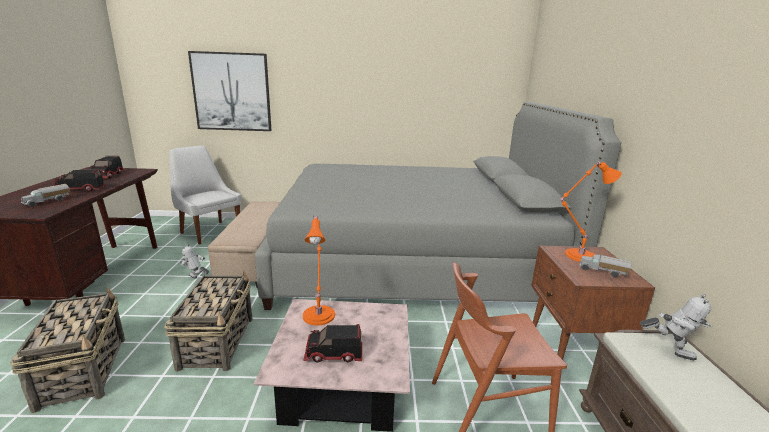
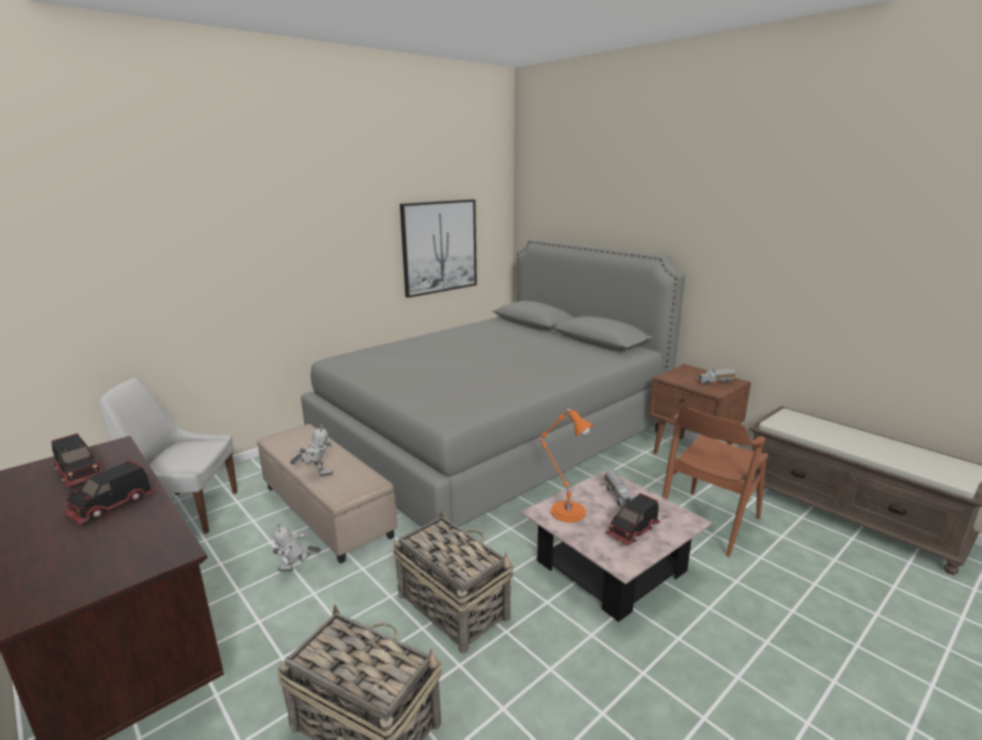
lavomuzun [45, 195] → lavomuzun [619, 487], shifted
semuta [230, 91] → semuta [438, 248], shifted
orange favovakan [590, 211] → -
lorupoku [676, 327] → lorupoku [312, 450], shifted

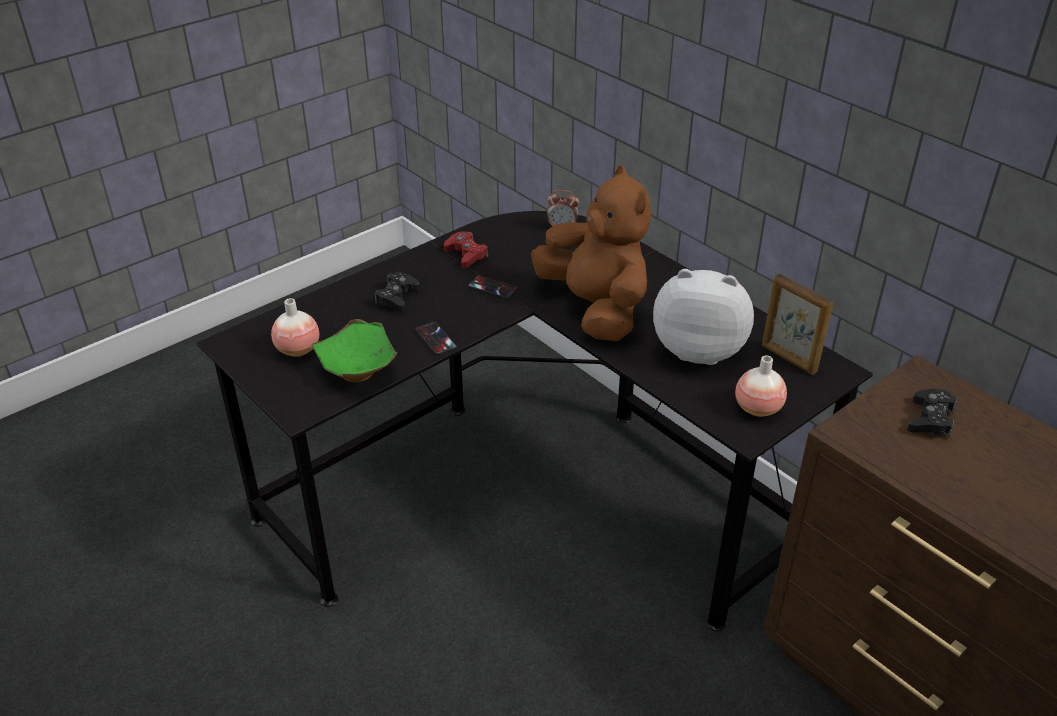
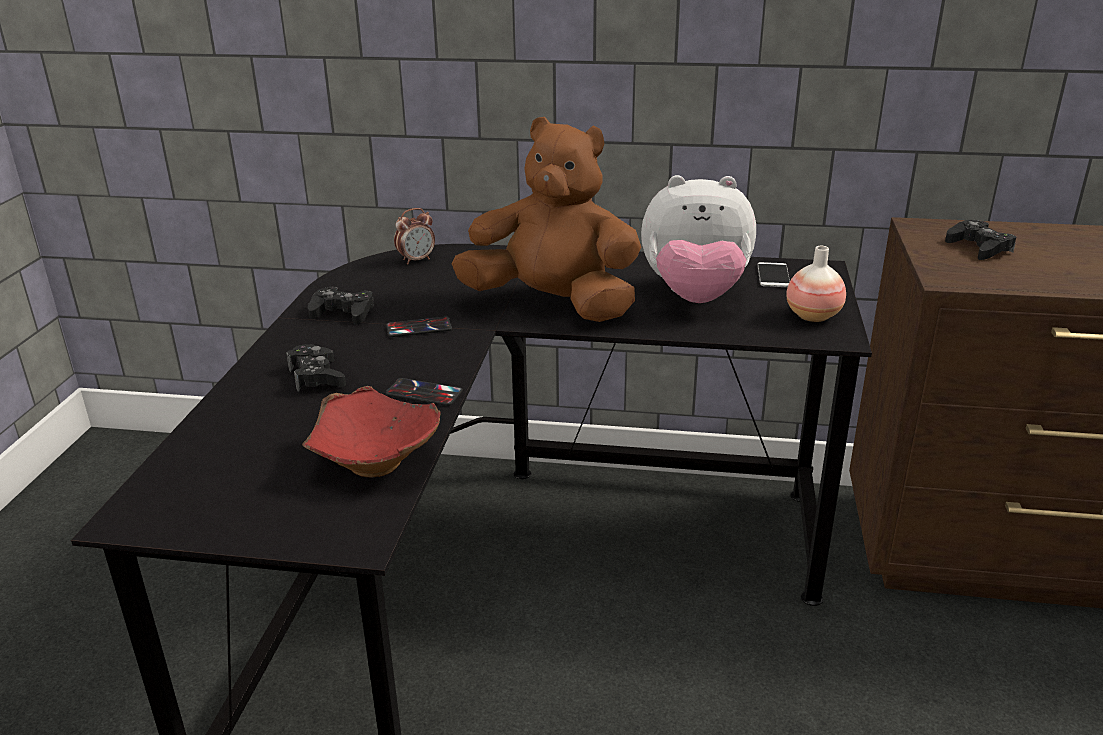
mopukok [295, 327] → -
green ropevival [354, 350] → red ropevival [371, 431]
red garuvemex [466, 249] → black garuvemex [341, 306]
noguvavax [703, 317] → noguvavax [698, 239], 150 degrees counterclockwise
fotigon [797, 324] → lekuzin [774, 274]

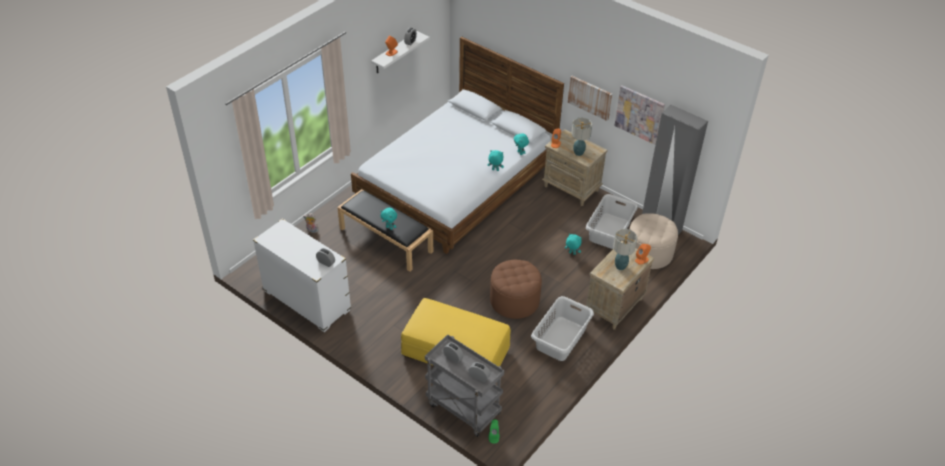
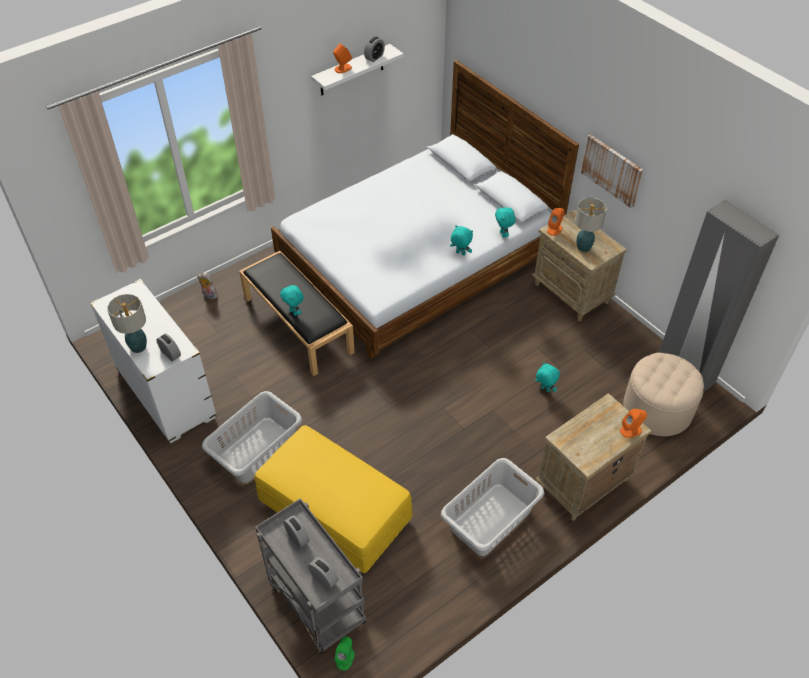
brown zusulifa [516, 289] → -
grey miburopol [612, 221] → grey miburopol [252, 437], shifted
favovakan [625, 249] → favovakan [127, 323], shifted
semuta [639, 115] → -

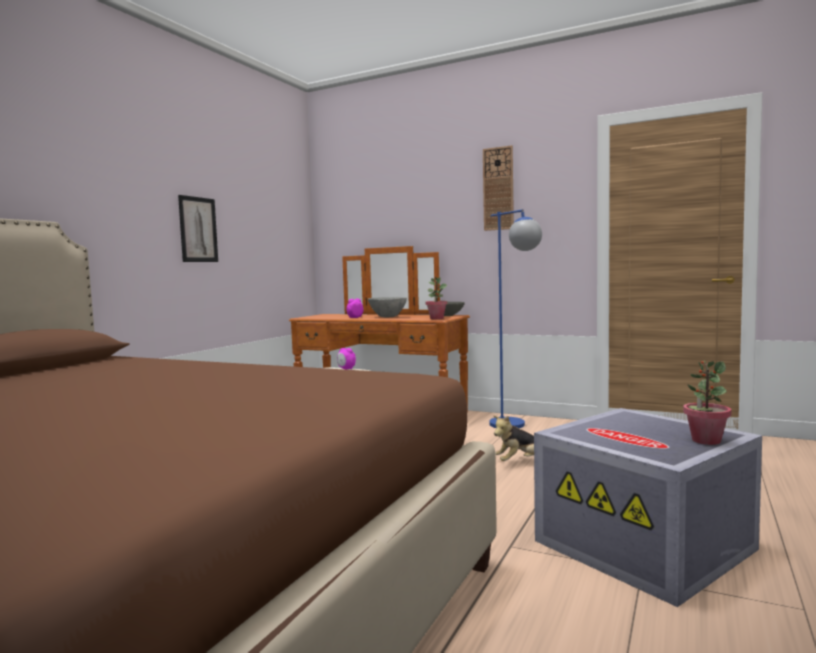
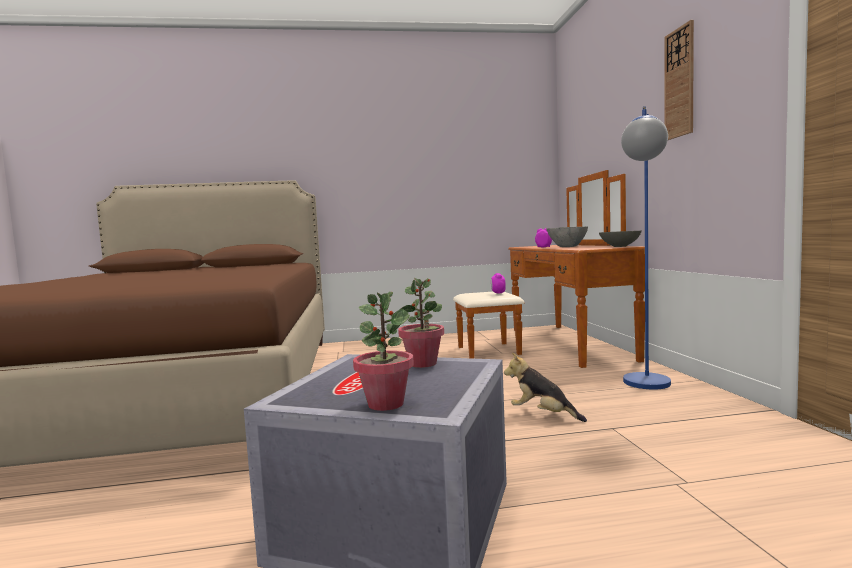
semuta [198, 228] → -
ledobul [436, 298] → ledobul [421, 323], shifted

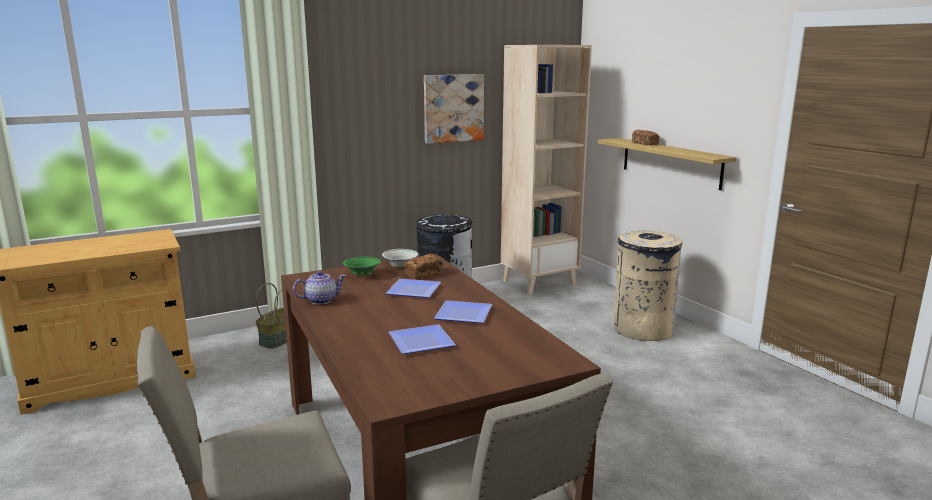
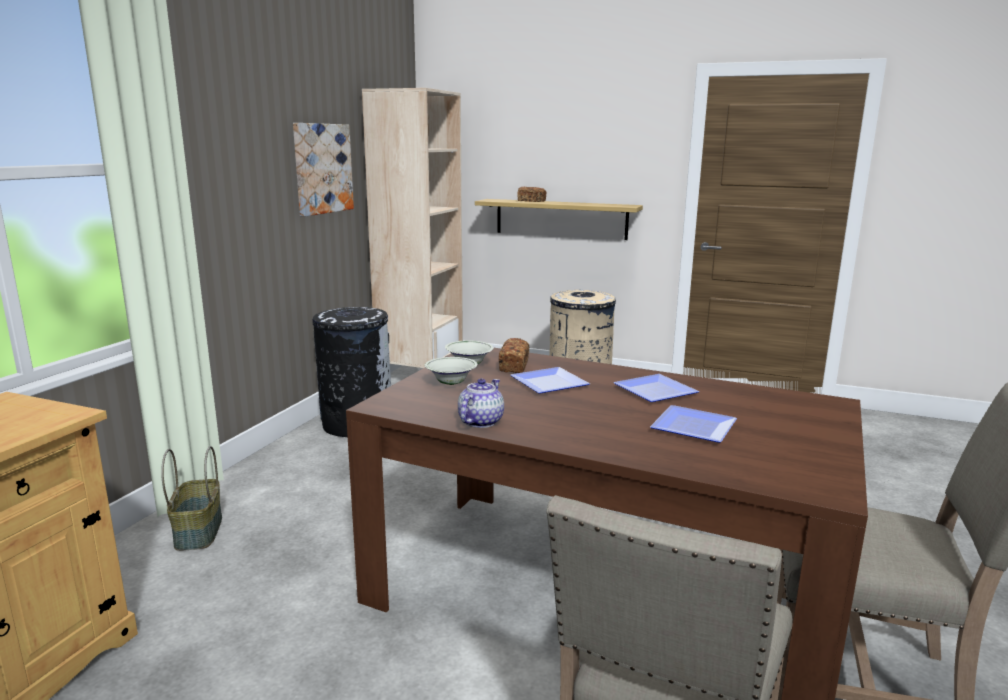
green ropevival [362, 267] → white ropevival [451, 371]

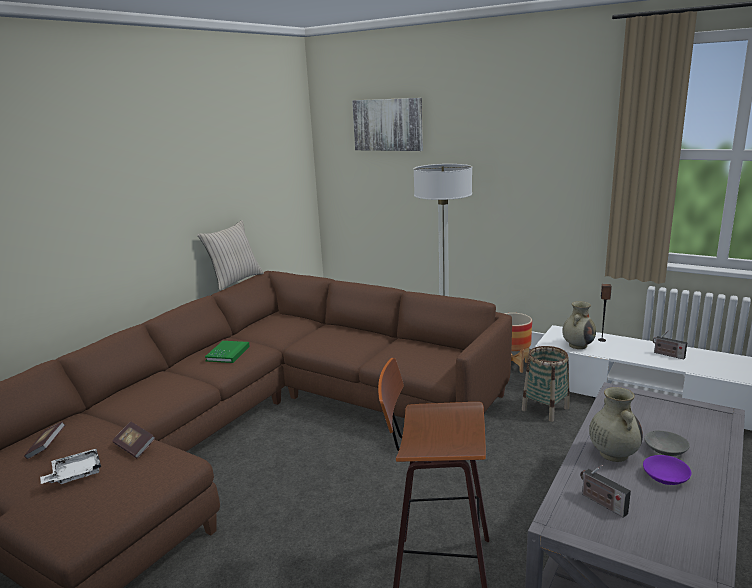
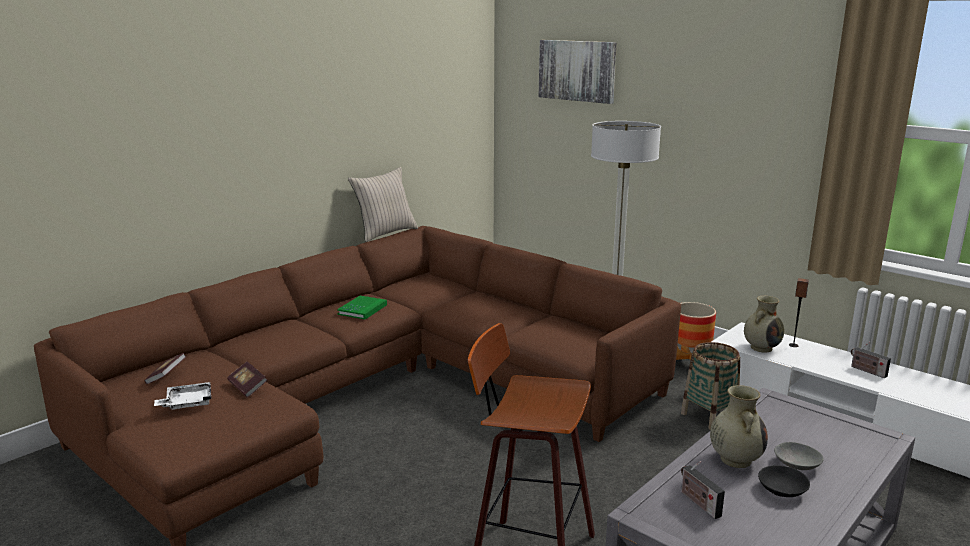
purple ropevival [667, 470] → black ropevival [784, 481]

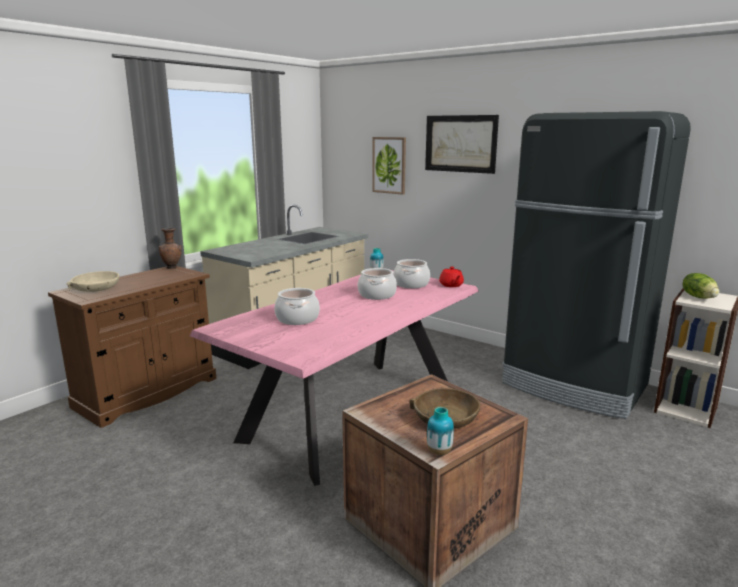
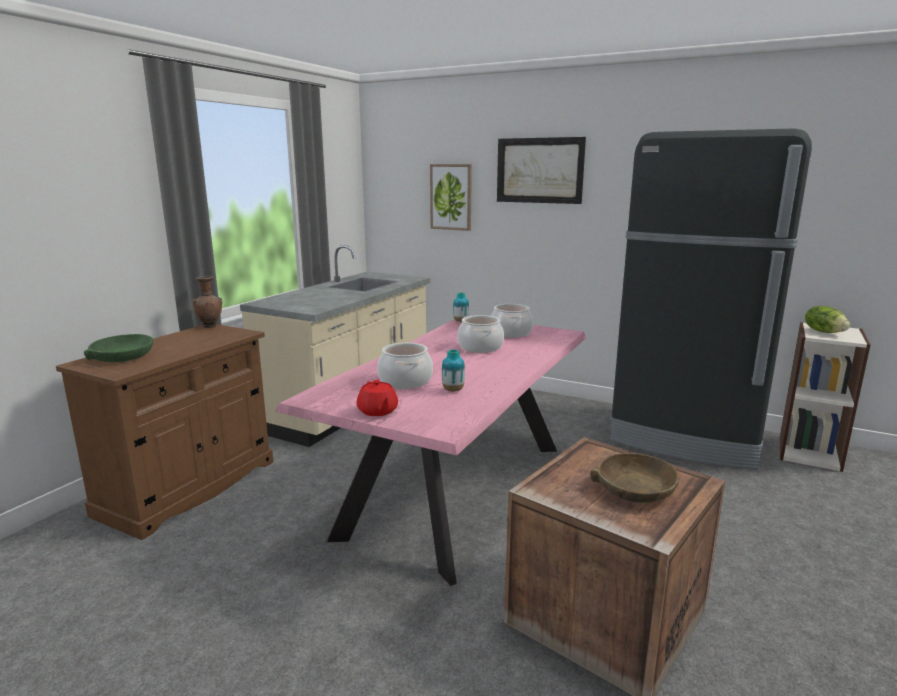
beige ropevival [93, 281] → green ropevival [118, 348]
mopukok [440, 431] → mopukok [453, 370], shifted
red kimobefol [451, 277] → red kimobefol [377, 398], shifted

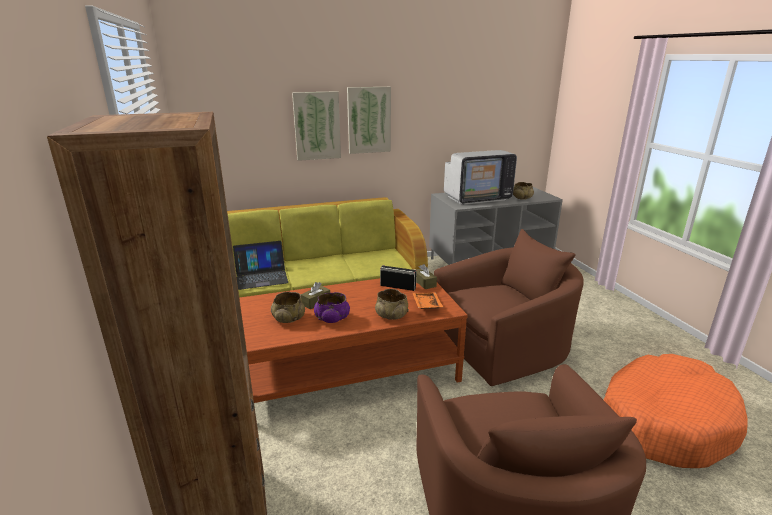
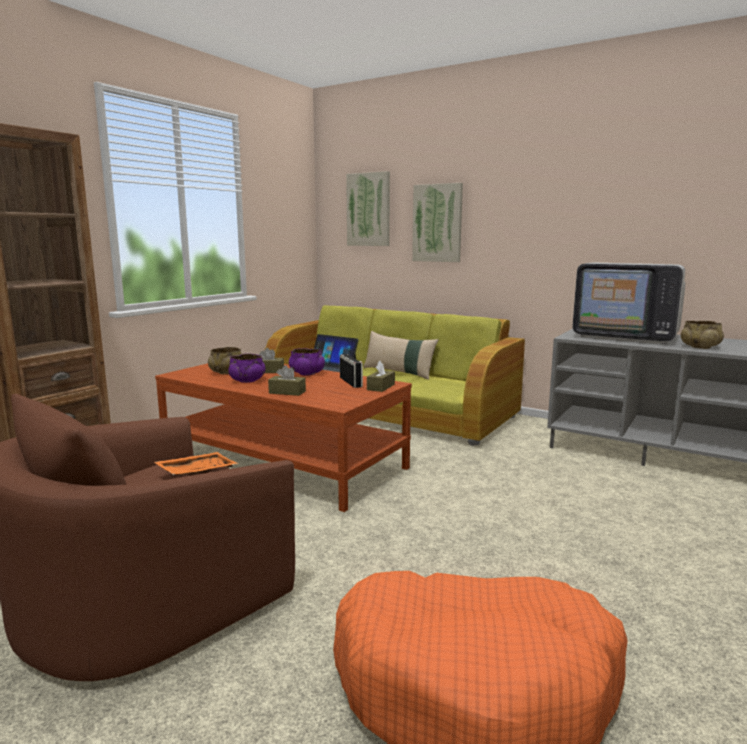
semuta [369, 120] → semuta [368, 208], shifted
beige ropevival [392, 304] → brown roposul [287, 380]
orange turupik [428, 300] → orange turupik [196, 464], shifted
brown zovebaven [509, 307] → -
- → purple ropevival [307, 362]
- → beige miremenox [401, 355]

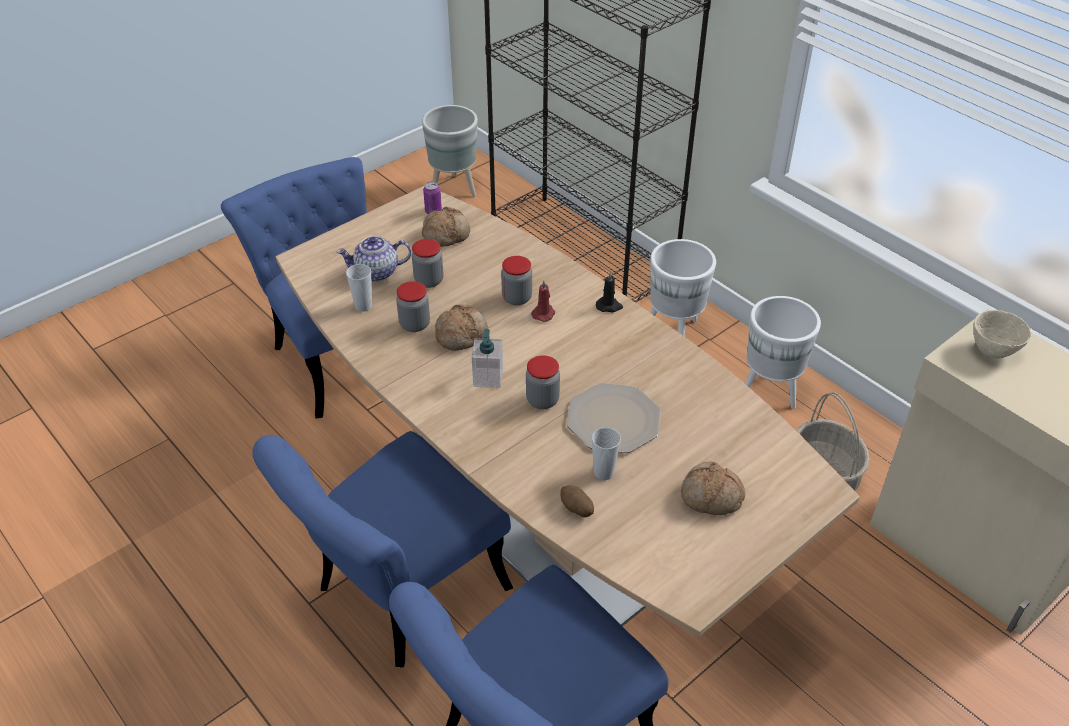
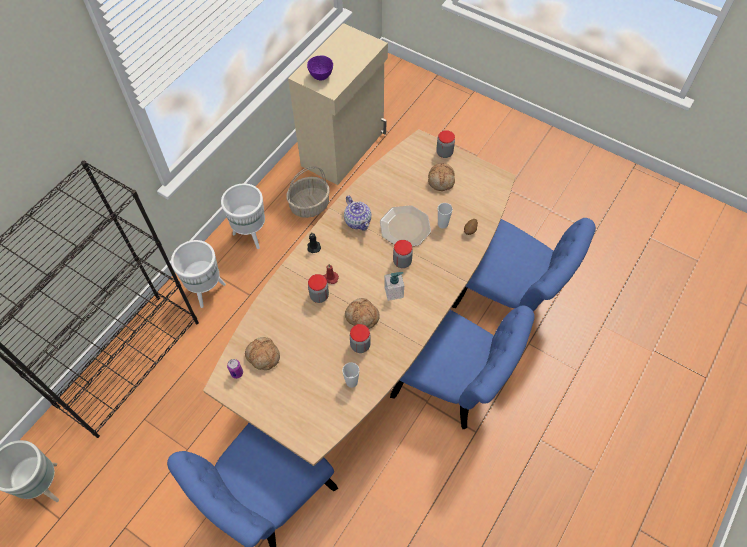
kimobefol [374, 259] → kimobefol [357, 213], shifted
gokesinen [428, 263] → gokesinen [445, 144], shifted
beige ropevival [1002, 334] → purple ropevival [320, 67]

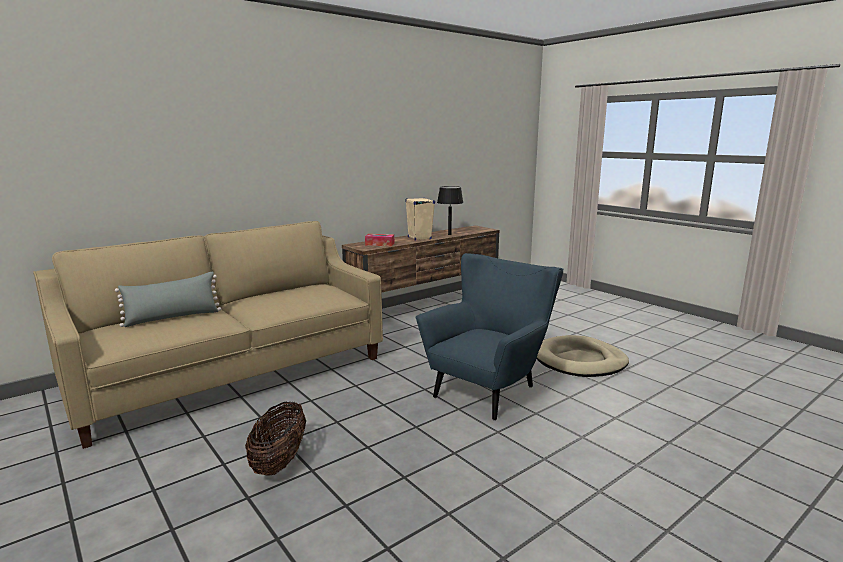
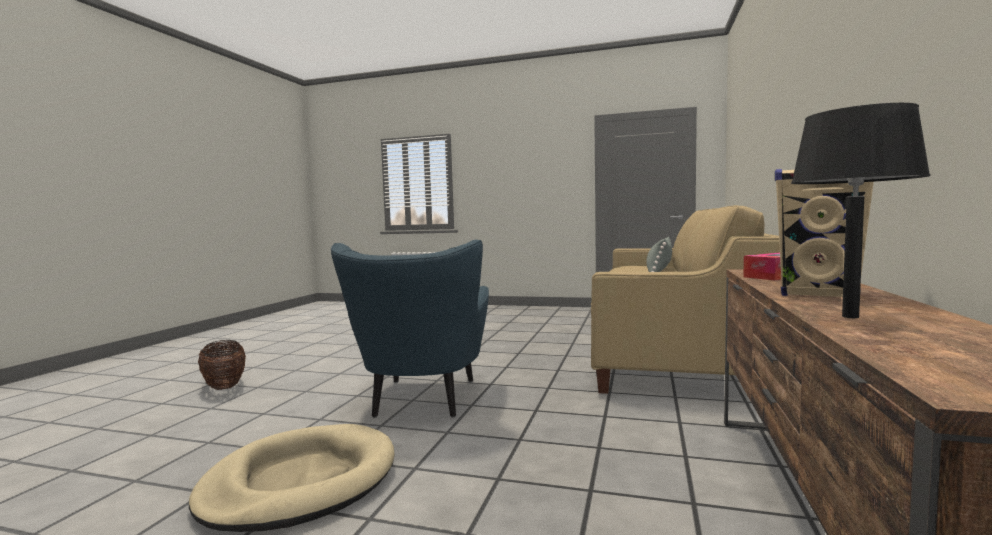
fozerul [275, 439] → fozerul [222, 365], shifted

